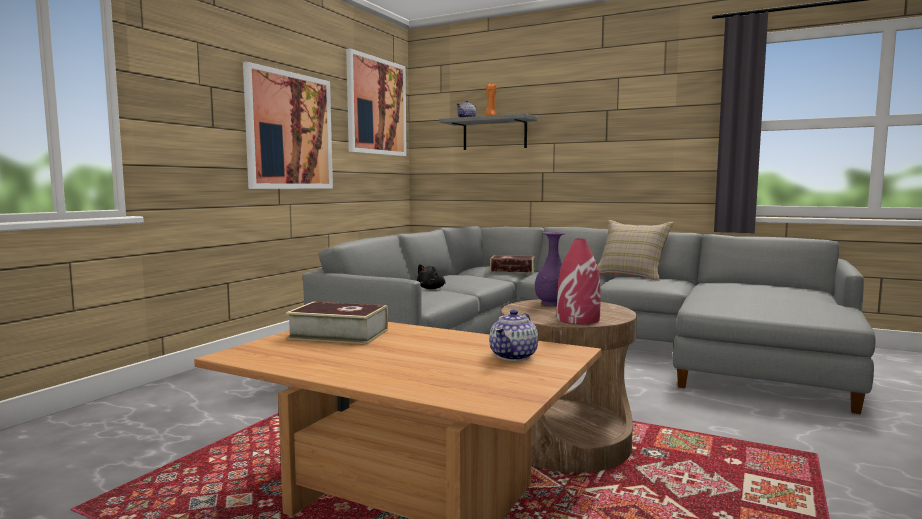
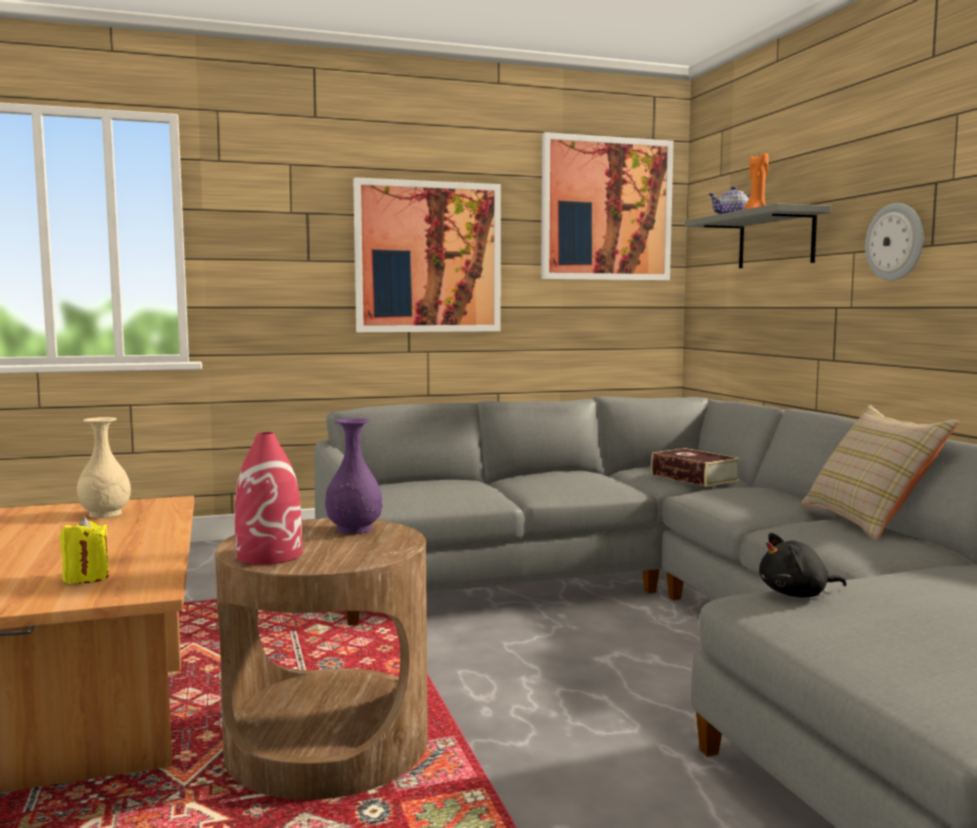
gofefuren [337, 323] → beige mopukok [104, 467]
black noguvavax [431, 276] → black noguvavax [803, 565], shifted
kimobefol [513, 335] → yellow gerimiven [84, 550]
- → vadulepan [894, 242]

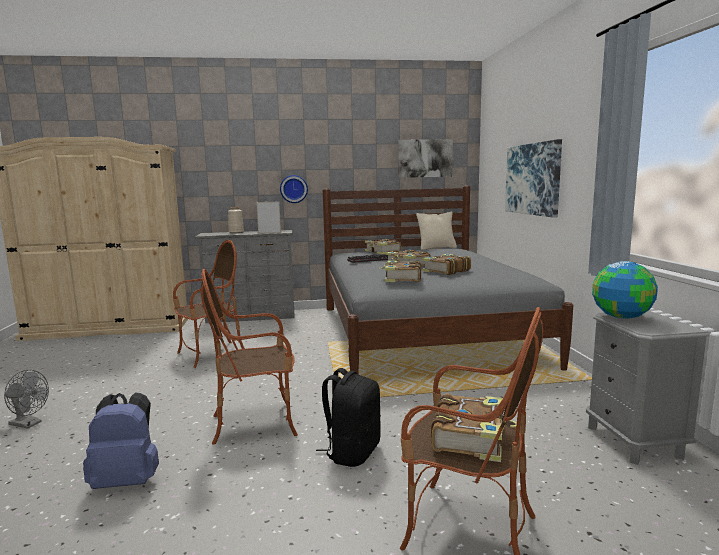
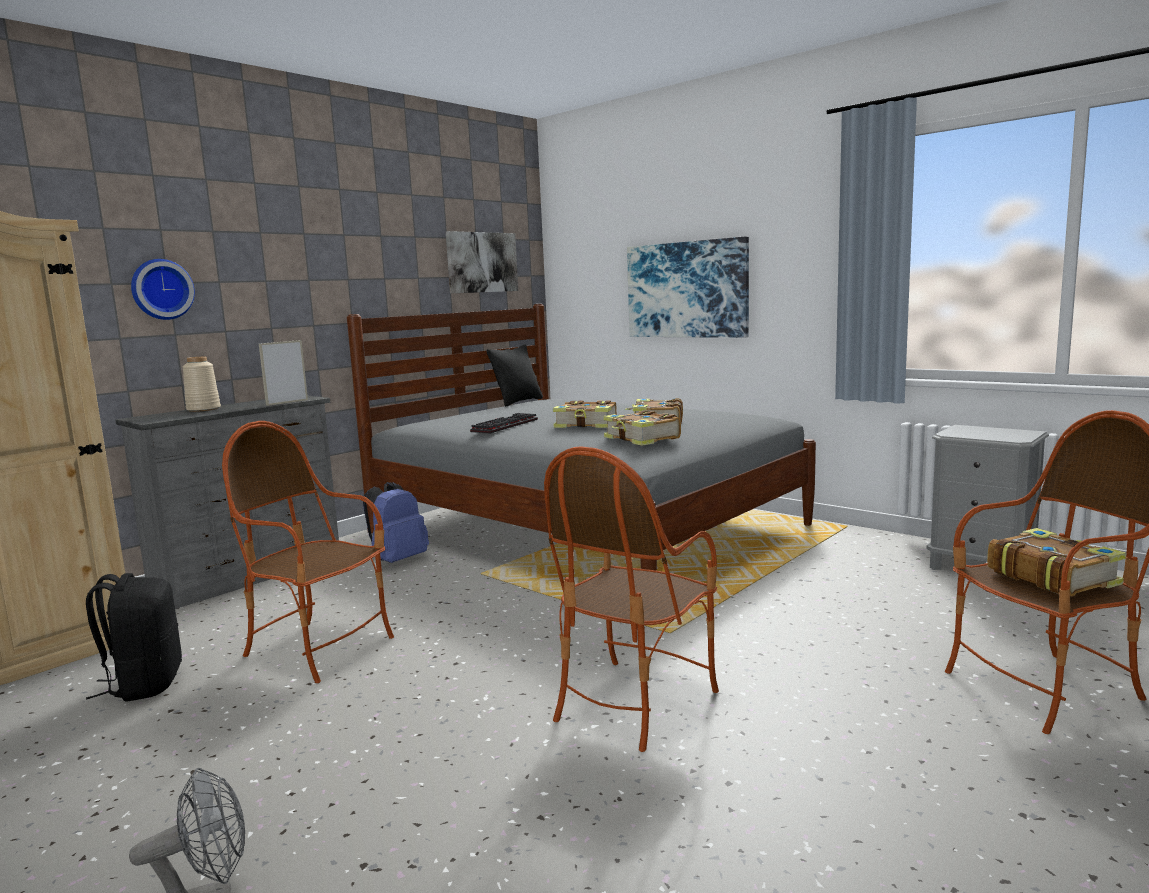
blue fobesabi [121, 440] → blue fobesabi [396, 522], shifted
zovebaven [209, 304] → zovebaven [308, 552], 75 degrees counterclockwise
vadulepan [294, 189] → vadulepan [163, 289], shifted
black fobesabi [348, 417] → black fobesabi [134, 637], shifted
gofefuren [383, 246] → -
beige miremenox [436, 231] → black miremenox [514, 375]
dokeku [625, 290] → -

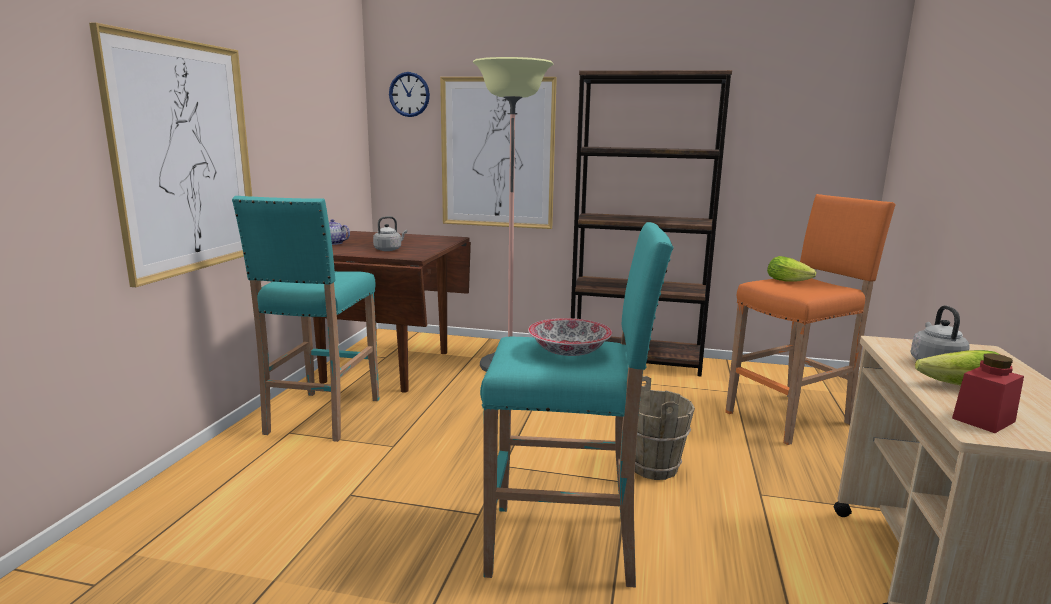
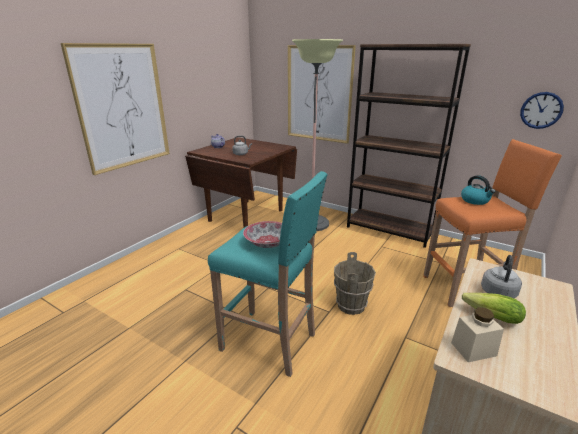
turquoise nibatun [306, 319] → -
vadulepan [409, 94] → vadulepan [542, 110], shifted
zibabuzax [791, 269] → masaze [478, 190]
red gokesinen [988, 393] → beige gokesinen [477, 334]

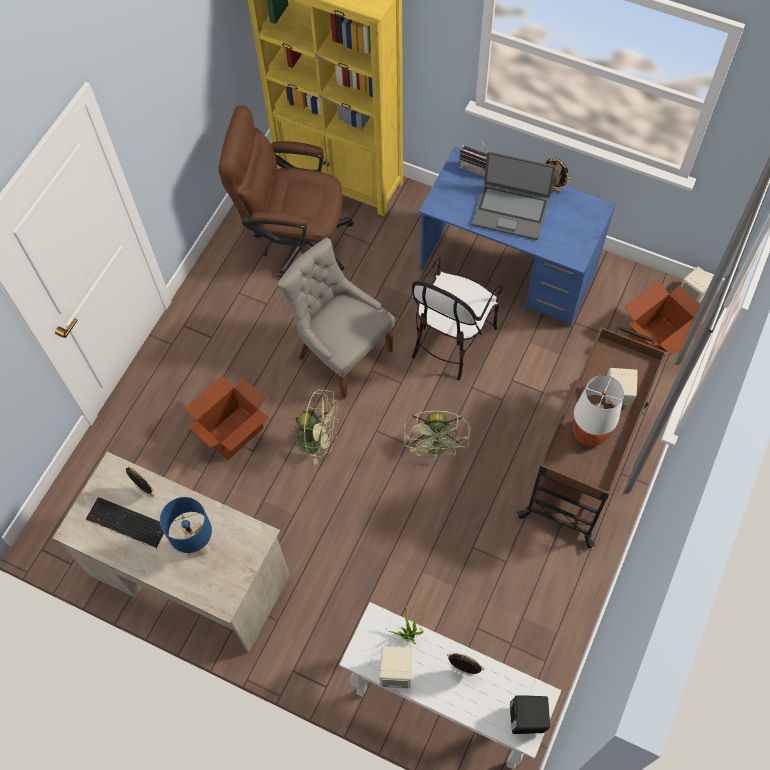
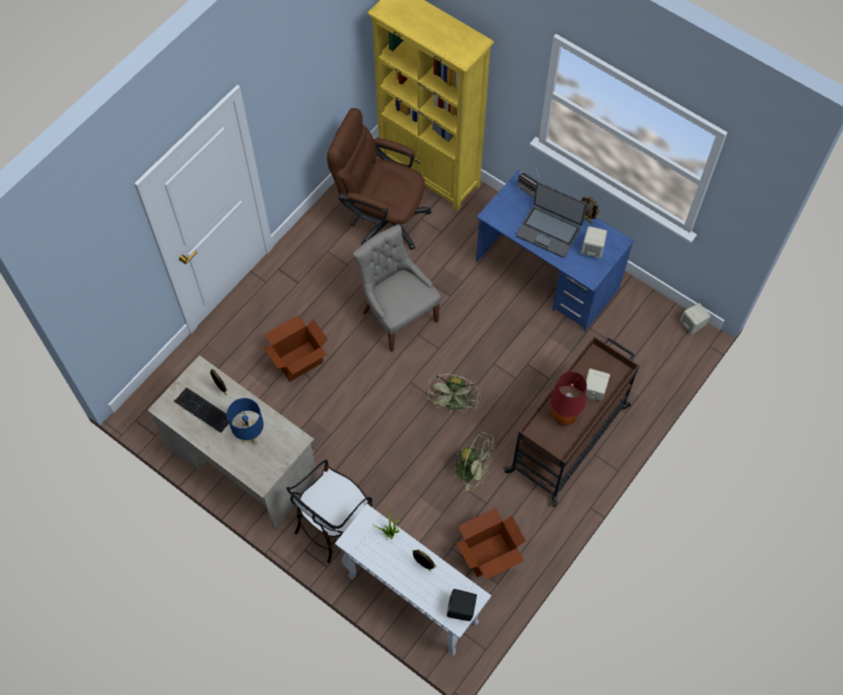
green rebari [314, 427] → green rebari [473, 461], shifted
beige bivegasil [395, 667] → beige bivegasil [594, 242], shifted
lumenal [457, 318] → lumenal [329, 511], shifted
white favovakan [598, 411] → red favovakan [569, 399]
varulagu [663, 318] → varulagu [491, 544], shifted

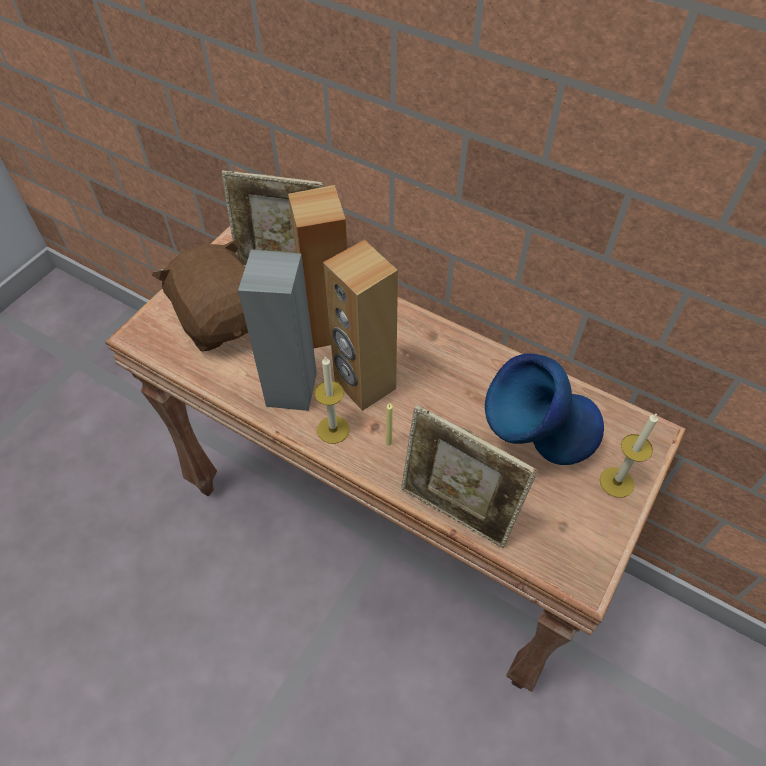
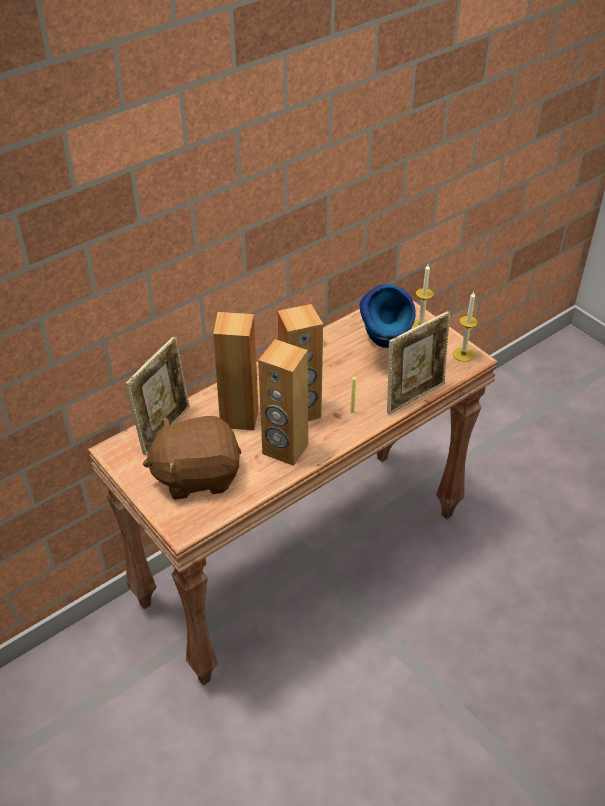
grey bivegasil [277, 330] → brown bivegasil [283, 402]
gerimiven [332, 400] → gerimiven [465, 327], shifted

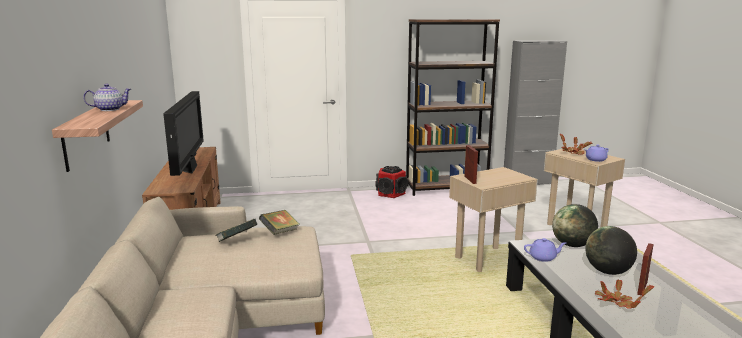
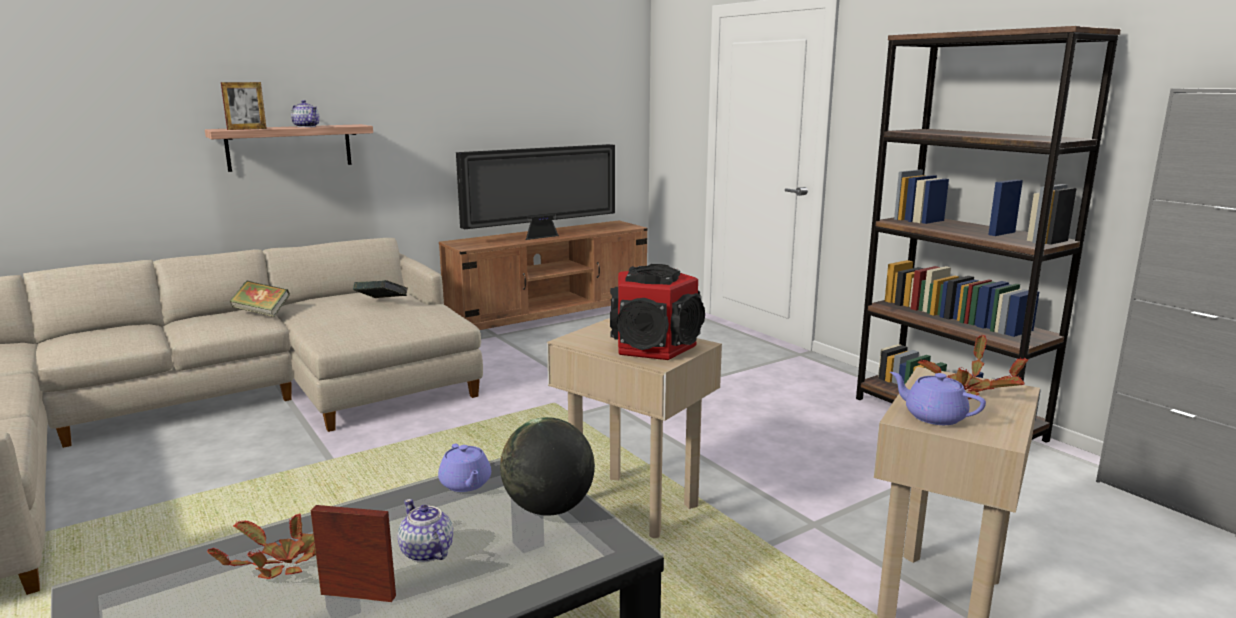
gofefuren [279, 222] → gofefuren [260, 299], shifted
bivegasil [391, 182] → bivegasil [657, 312], shifted
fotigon [471, 164] → fotigon [244, 106], shifted
dokeku [611, 250] → kimobefol [425, 531]

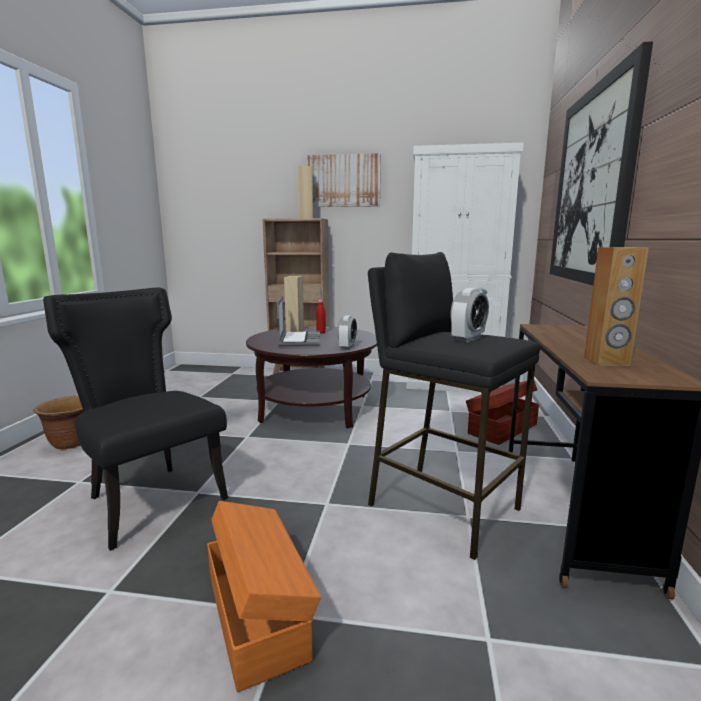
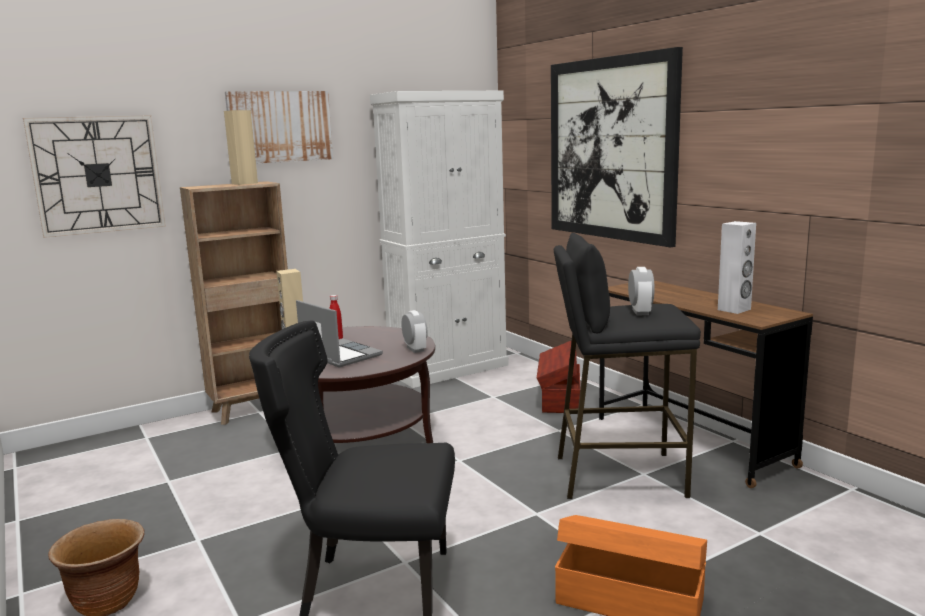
brown bivegasil [616, 306] → white bivegasil [737, 267]
- → vadulepan [94, 176]

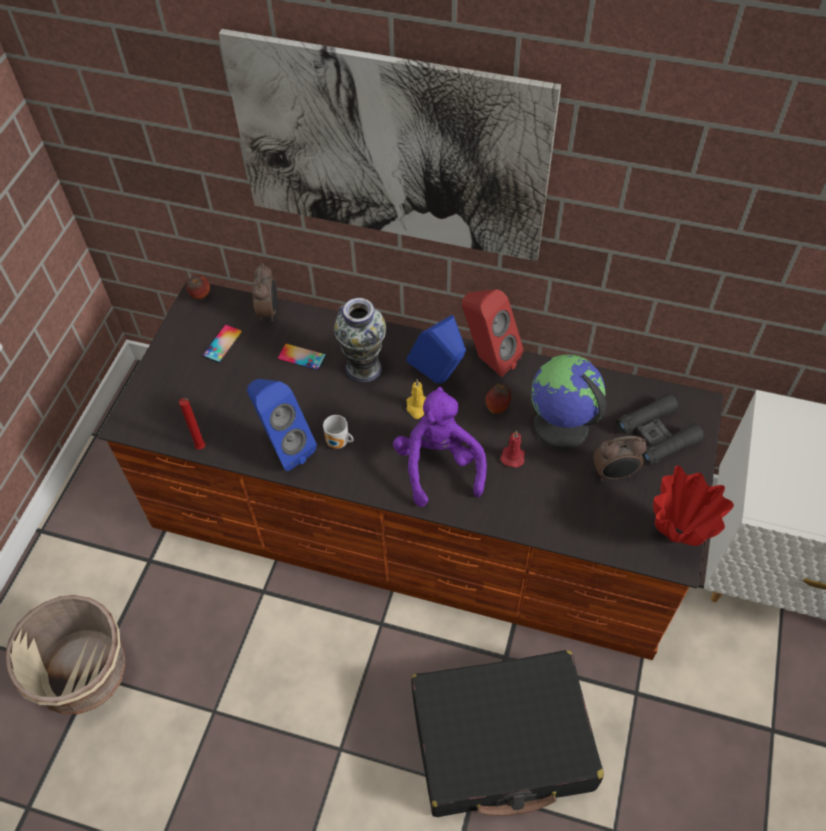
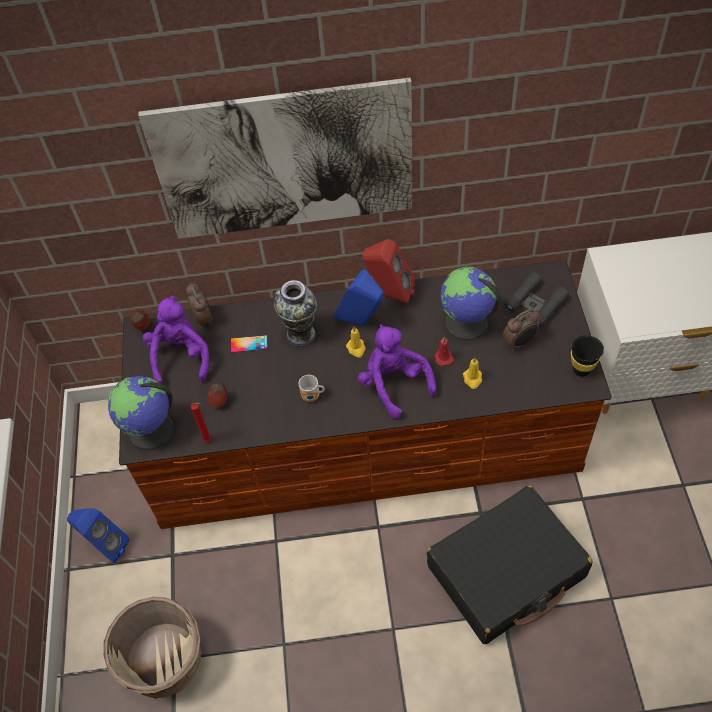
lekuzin [222, 344] → purple noguvavax [176, 339]
blue bivegasil [282, 425] → blue bivegasil [98, 535], shifted
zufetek [498, 399] → zufetek [217, 395], shifted
red mopukok [693, 505] → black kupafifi [587, 356]
- → dokeku [140, 413]
- → yellow gerimiven [472, 373]

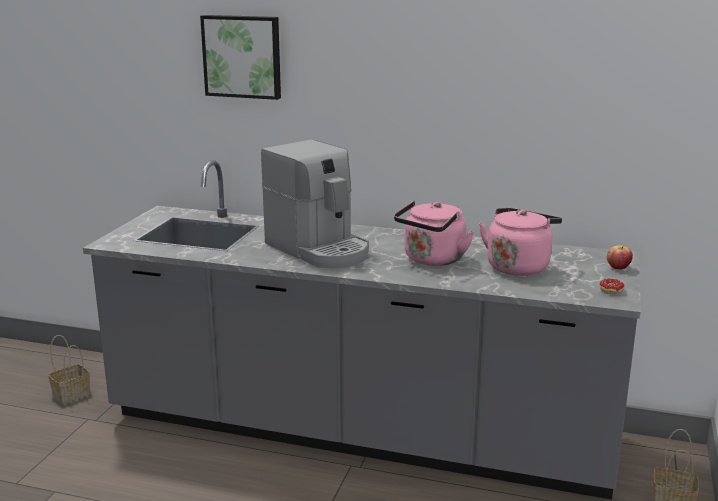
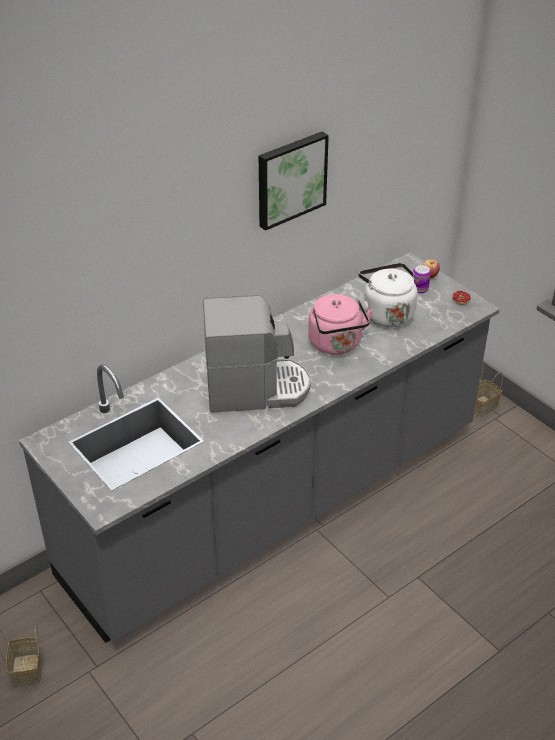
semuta [240, 57] → semuta [294, 181], shifted
pink masaze [520, 242] → white masaze [386, 295]
- → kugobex [422, 279]

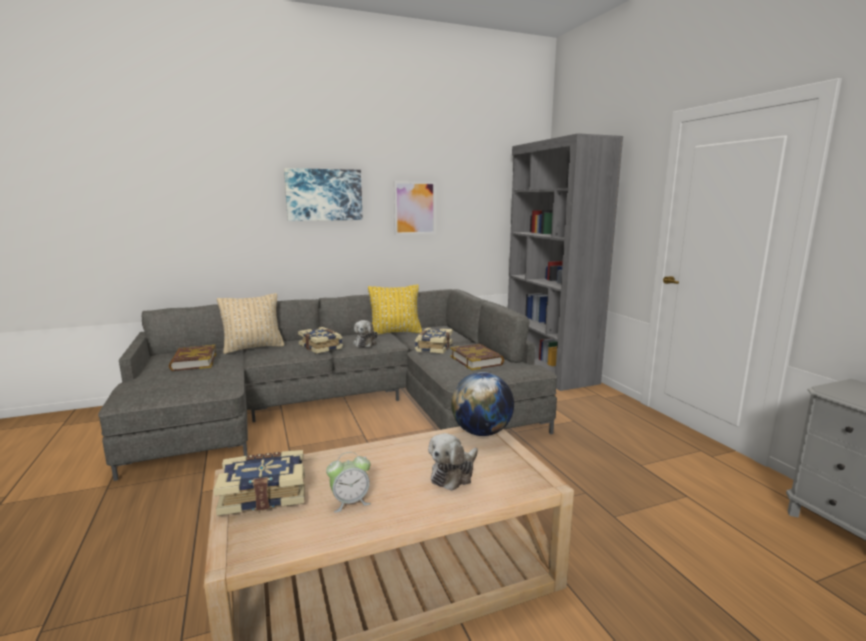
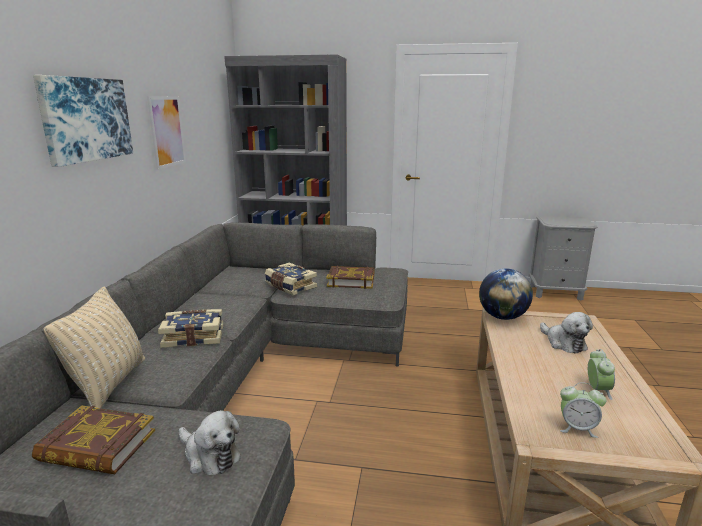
gofefuren [259, 483] → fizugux [583, 410]
noguvavax [365, 333] → noguvavax [210, 443], shifted
yellow miremenox [395, 309] → -

